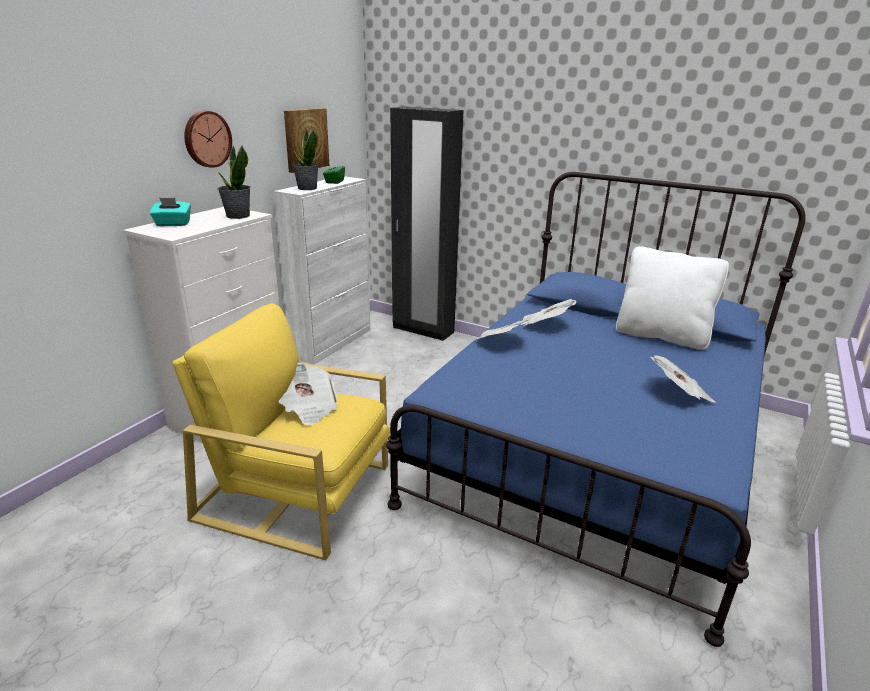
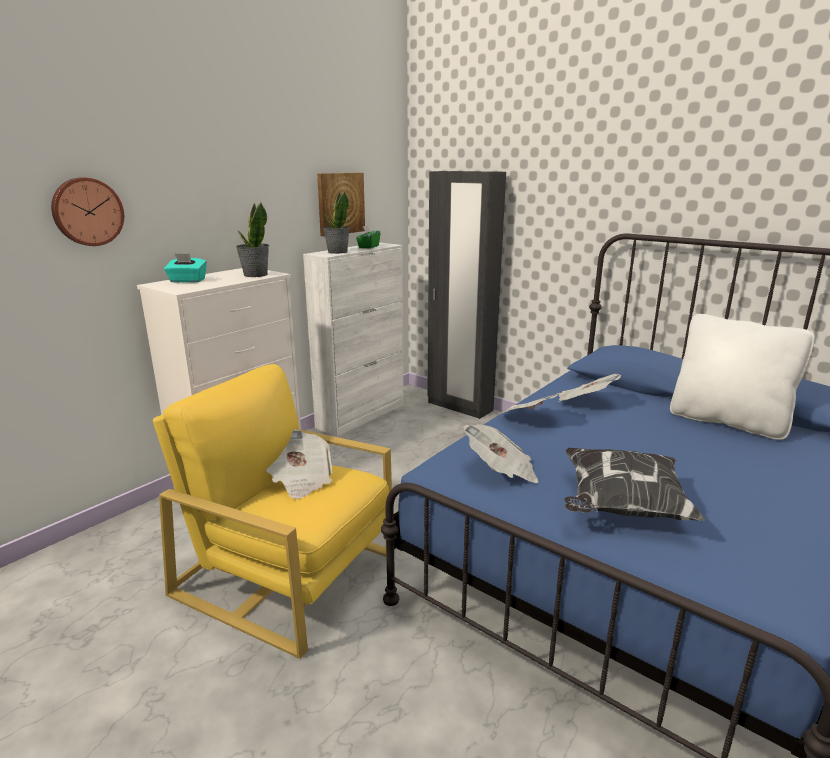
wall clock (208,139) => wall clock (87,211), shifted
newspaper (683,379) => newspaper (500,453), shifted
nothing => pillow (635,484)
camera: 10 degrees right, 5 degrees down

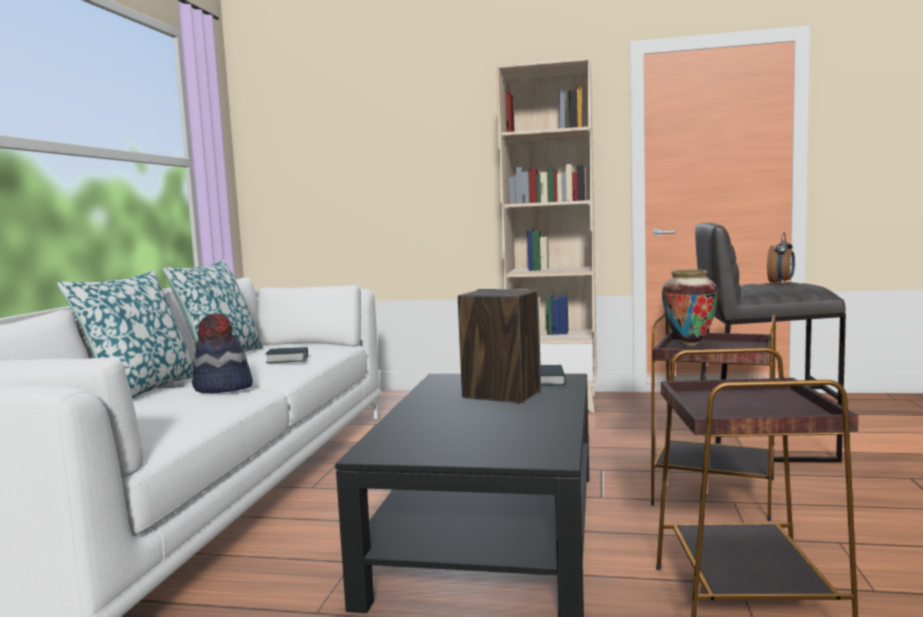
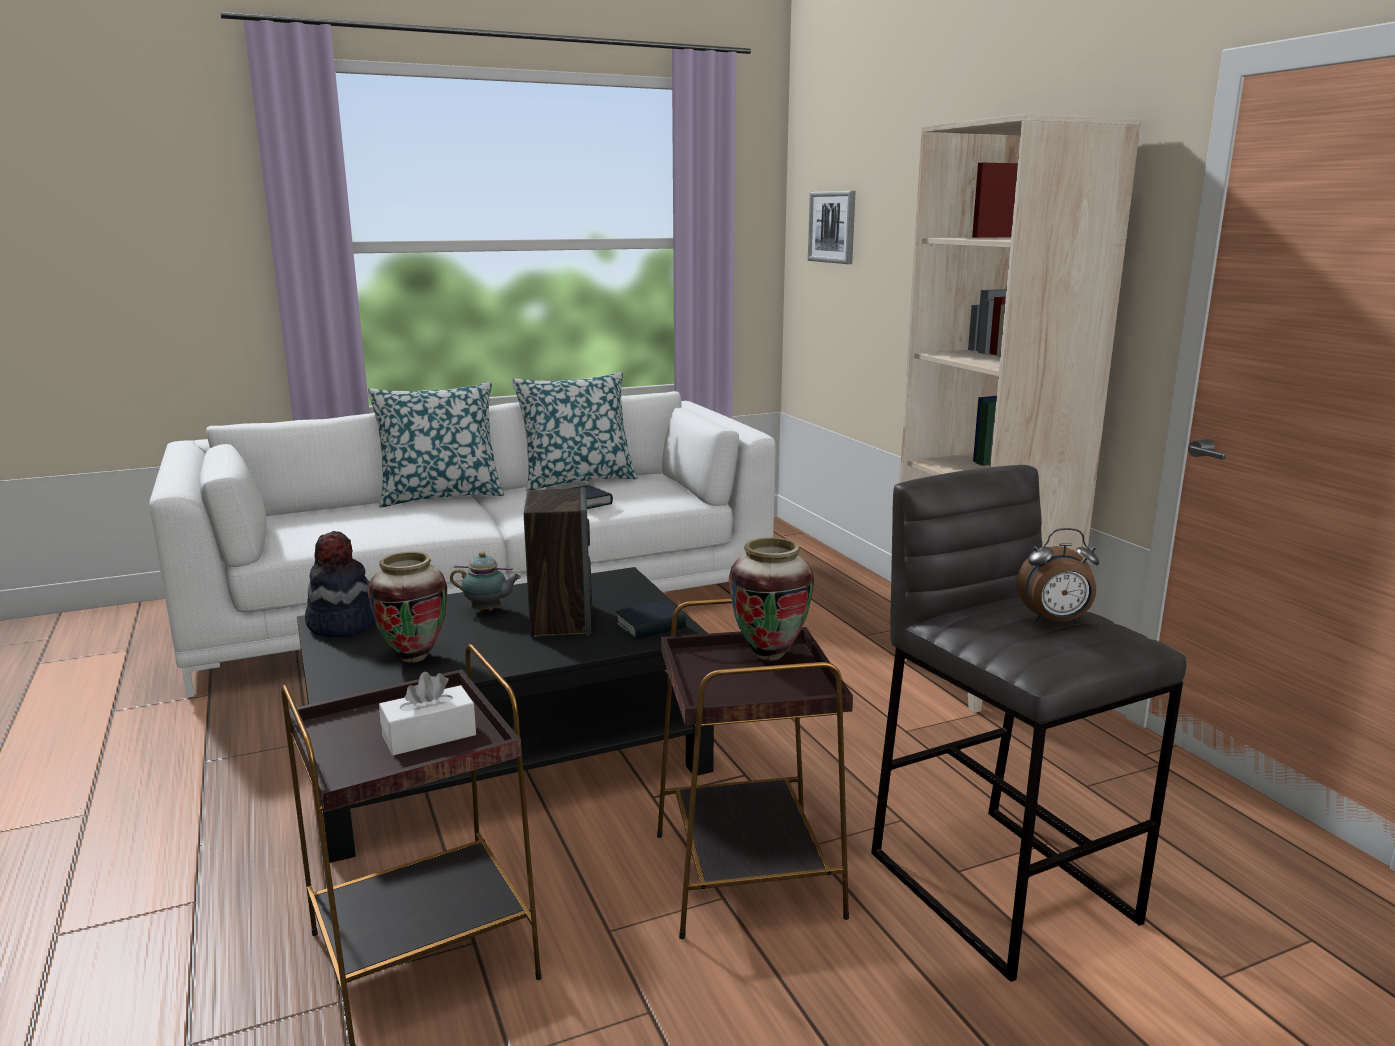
hat (222,353) => hat (340,584), shifted
nothing => picture (832,227)
nothing => vase (407,607)
nothing => teapot (485,581)
nothing => tissue box/white (427,713)
camera: 55 degrees right, 10 degrees up

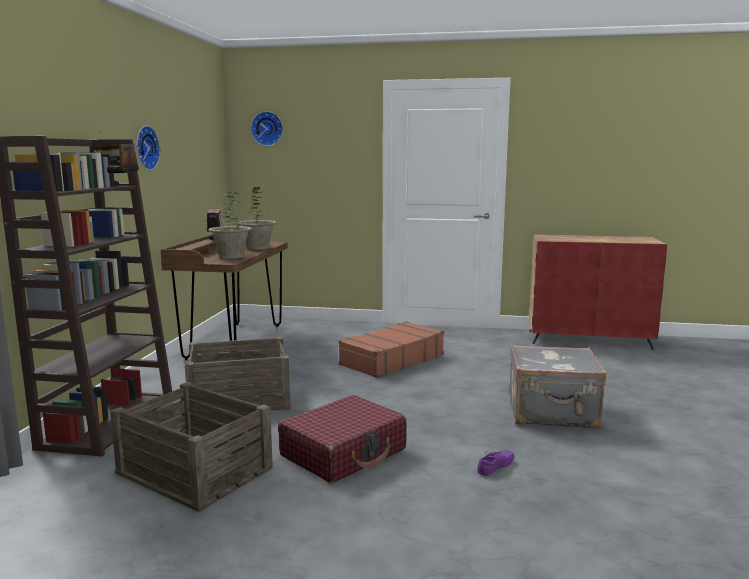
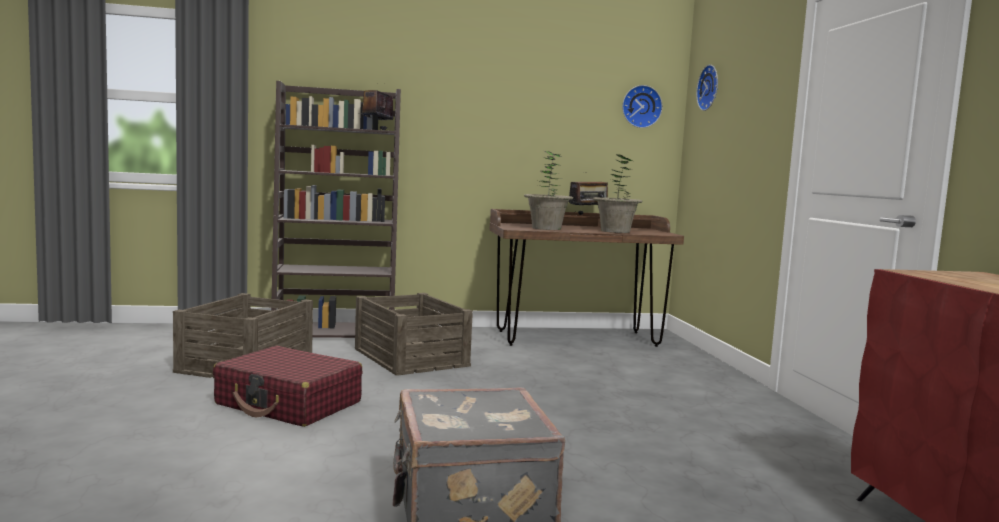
wall clock (148,148) => wall clock (642,106), shifted
suitcase/brown (391,349) => nothing
shoe/purple (496,463) => nothing
camera: 70 degrees right, 5 degrees down

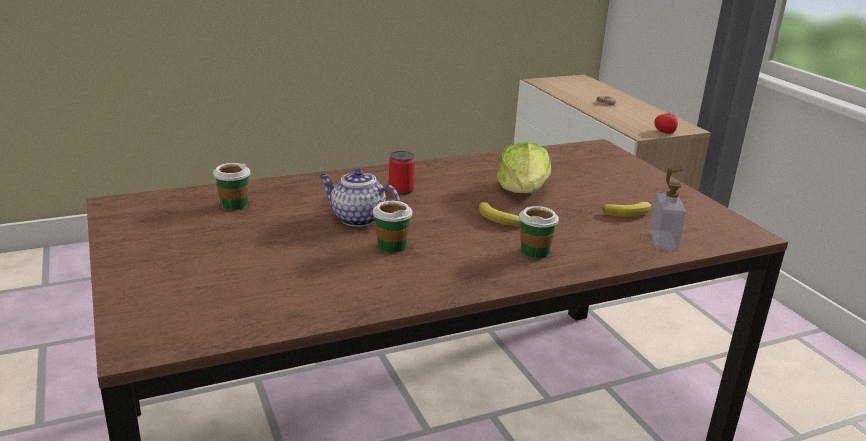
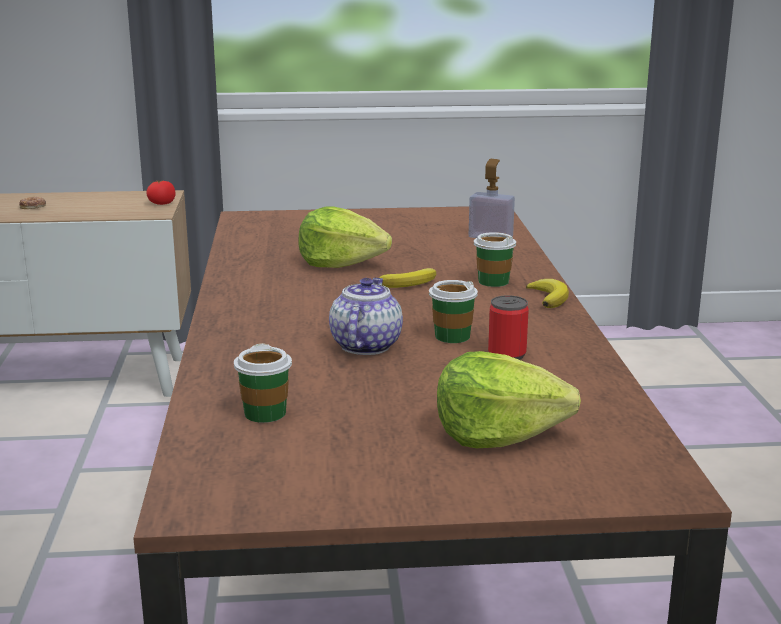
can (402,173) => can (508,327), shifted
teapot (359,198) => teapot (366,316), 150 degrees clockwise
banana (627,209) => banana (547,293), shifted
nothing => lettuce (509,399)
camera: 70 degrees left, 5 degrees down

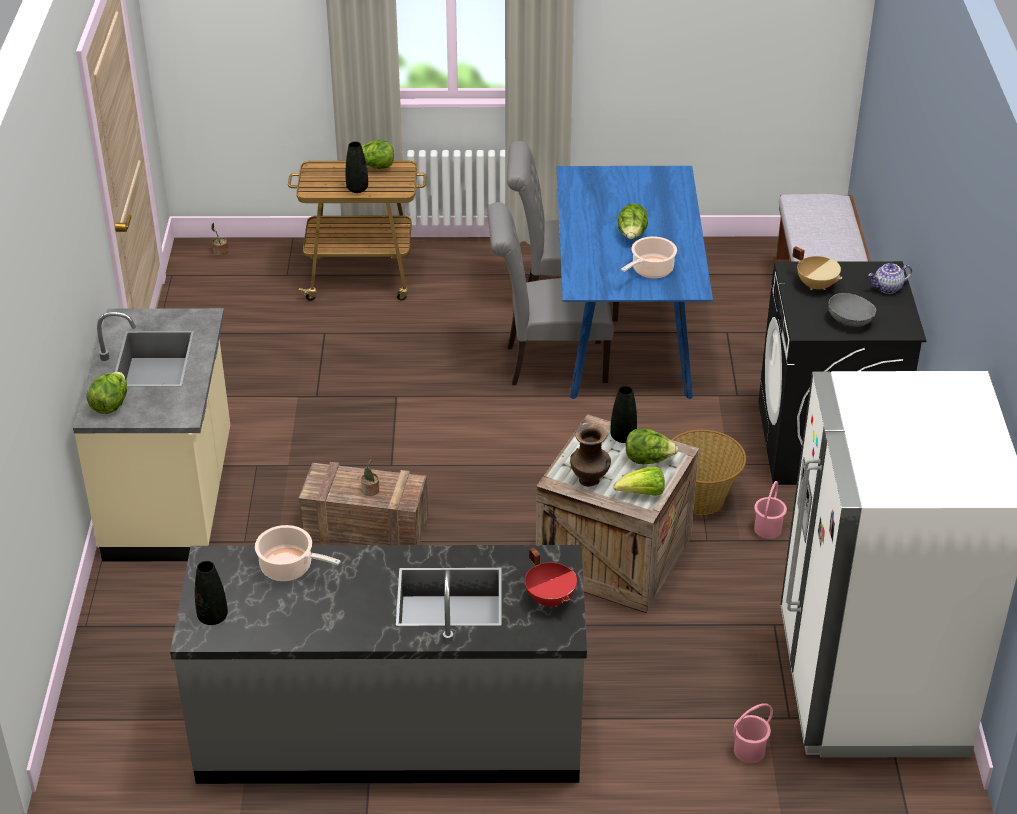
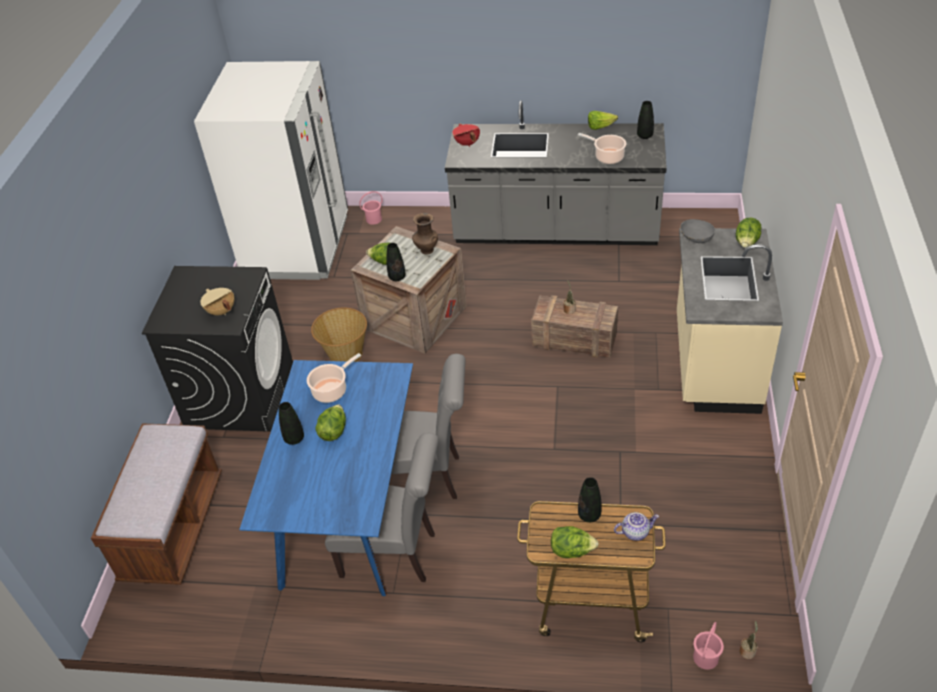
teapot (890,278) => teapot (636,526), shifted
bowl/grey (852,310) => bowl/grey (697,231), shifted
lettuce (639,481) => lettuce (603,120), shifted
bucket/pink (770,510) => bucket/pink (708,646), shifted
nothing => vase/black (291,423)
camera: 170 degrees left, 5 degrees up

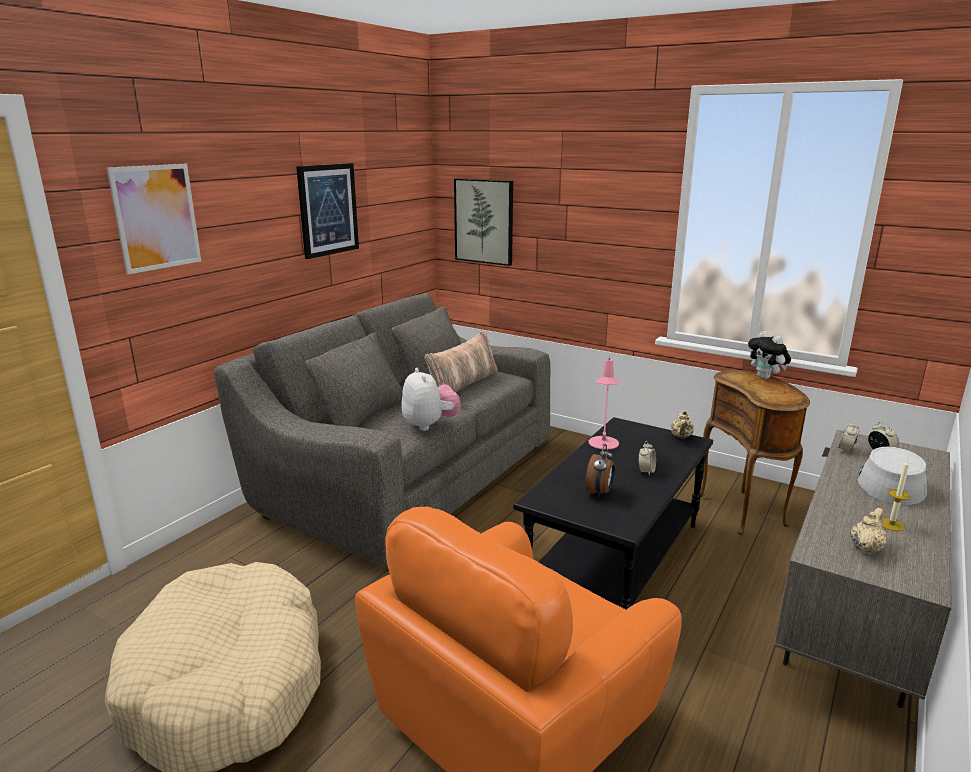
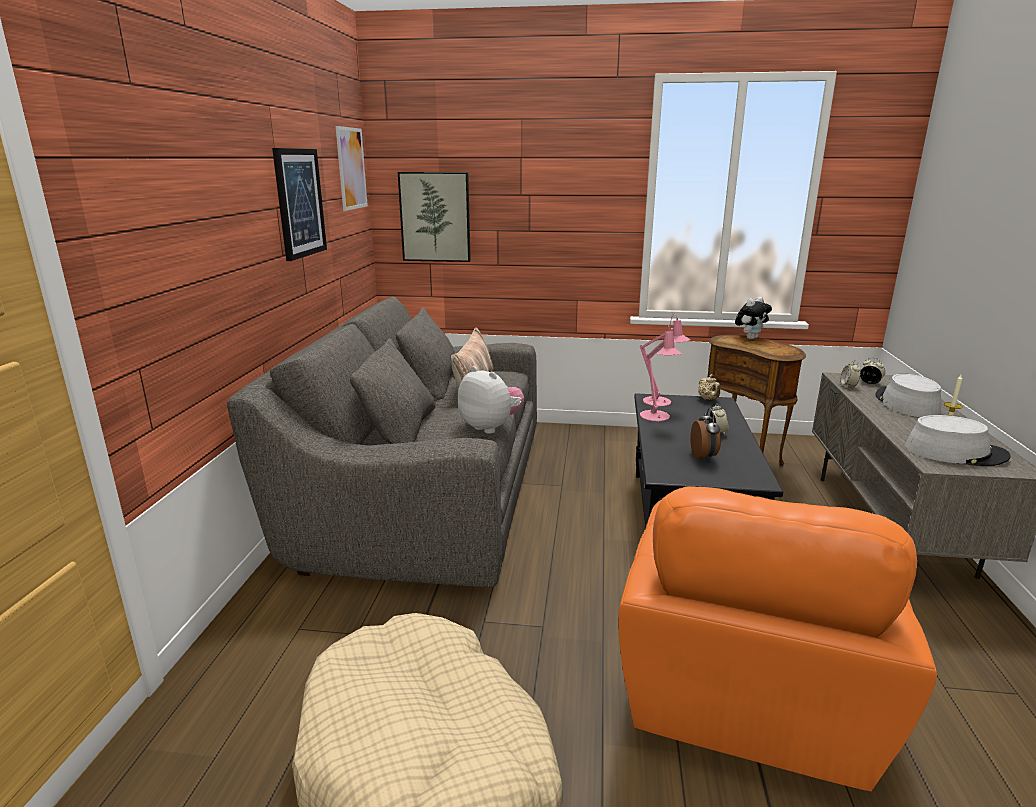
picture (154,219) => picture (352,168), shifted
plush toy (769,355) => plush toy (753,318), 75 degrees counterclockwise
teapot/beige (868,531) => hat/grey (958,440)
nothing => table lamp/pink (665,360)
camera: 25 degrees left, 0 degrees up

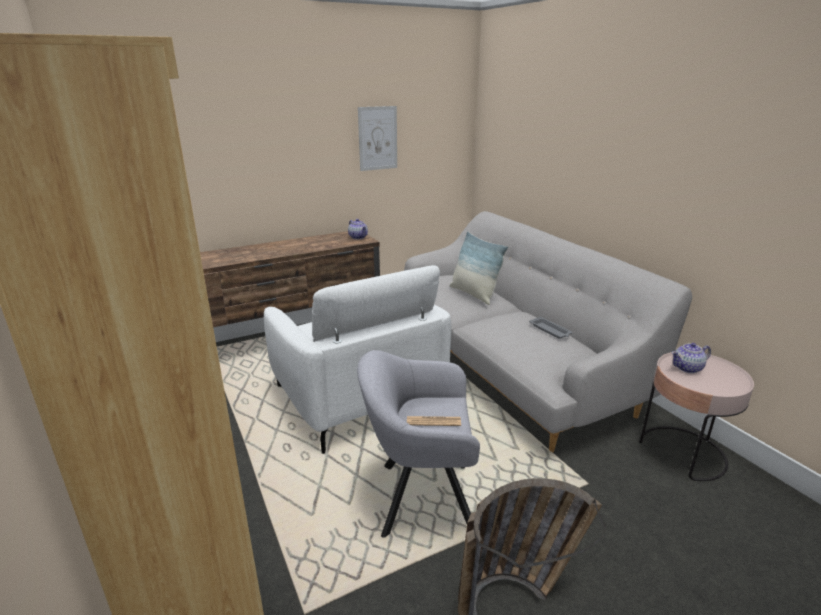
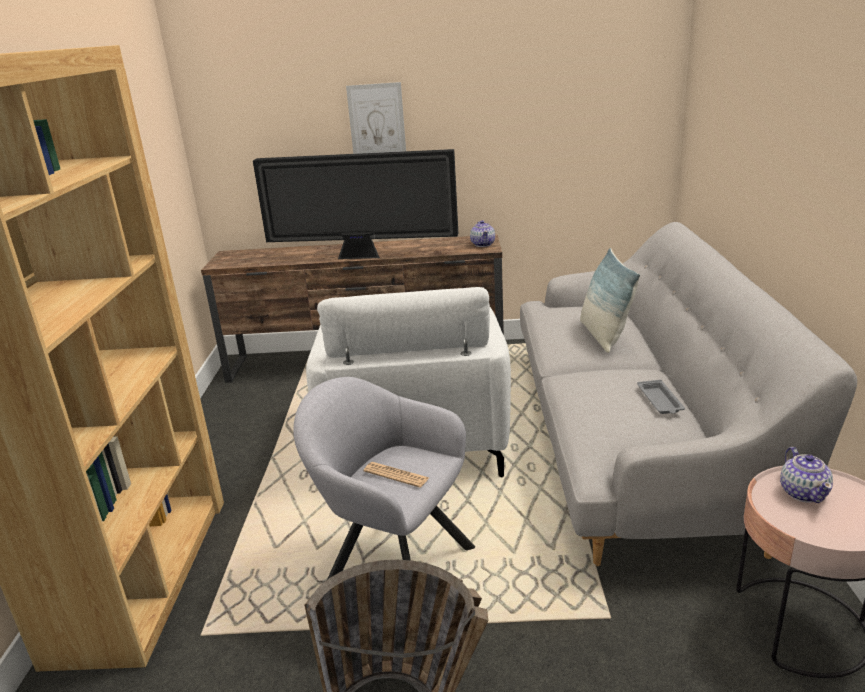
picture (377,138) => picture (376,118), shifted
teapot (691,358) => teapot (806,475), 105 degrees counterclockwise
nothing => television (355,204)
camera: 30 degrees right, 0 degrees up

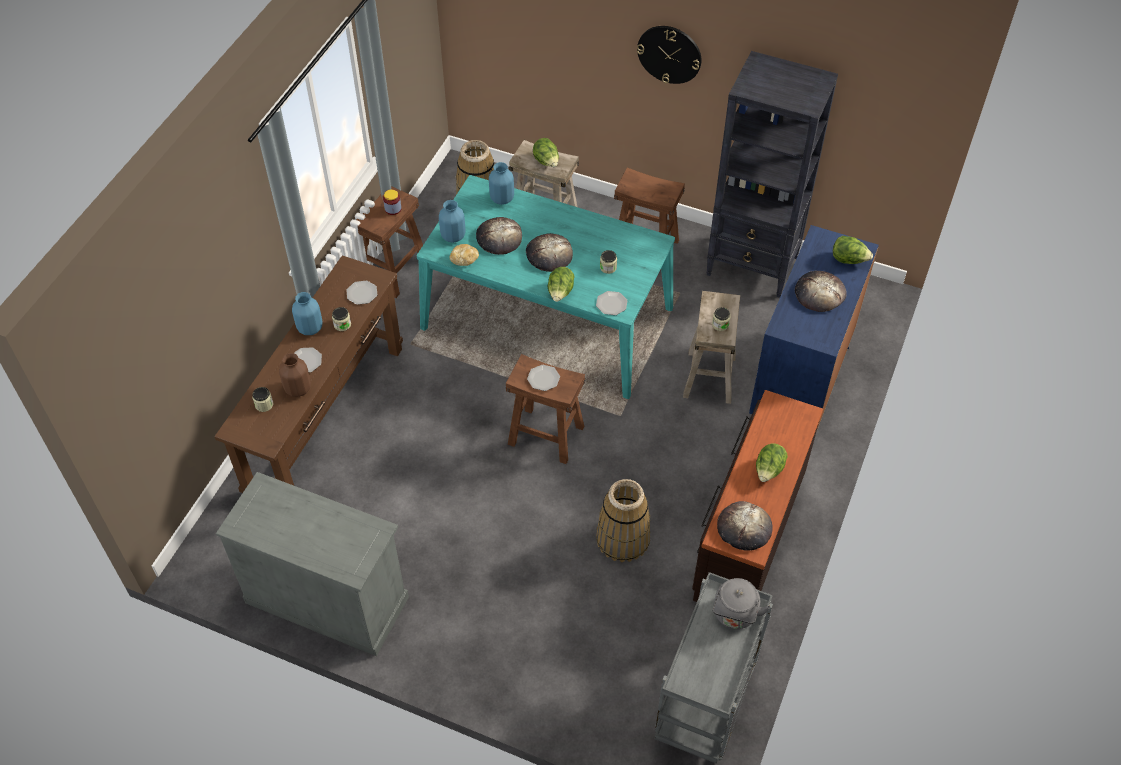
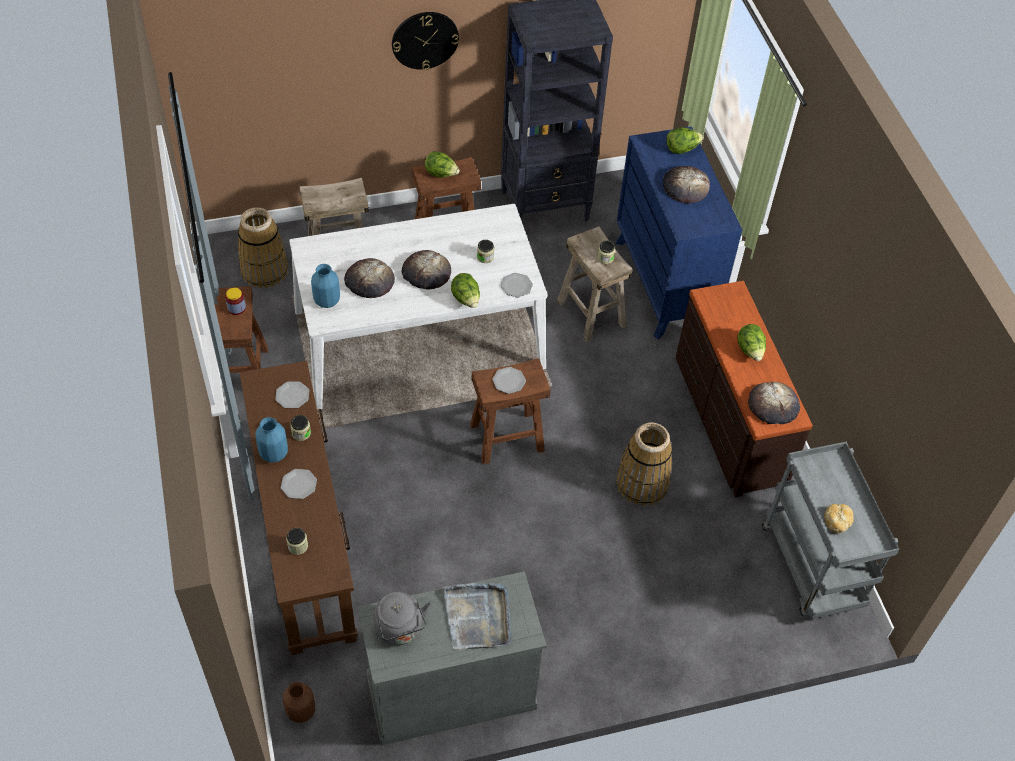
lettuce (546,152) => lettuce (442,164), shifted
vase/blue (501,183) => nothing
dining table/turquoise (546,287) => dining table/white (418,307)
bread (464,255) => bread (839,518), shifted
vase/brown (295,375) => vase/brown (299,702), shifted
kettle/grey (741,603) => kettle/grey (402,618), shifted
nothing => tray/grey (477,616)
camera: 40 degrees left, 0 degrees up

